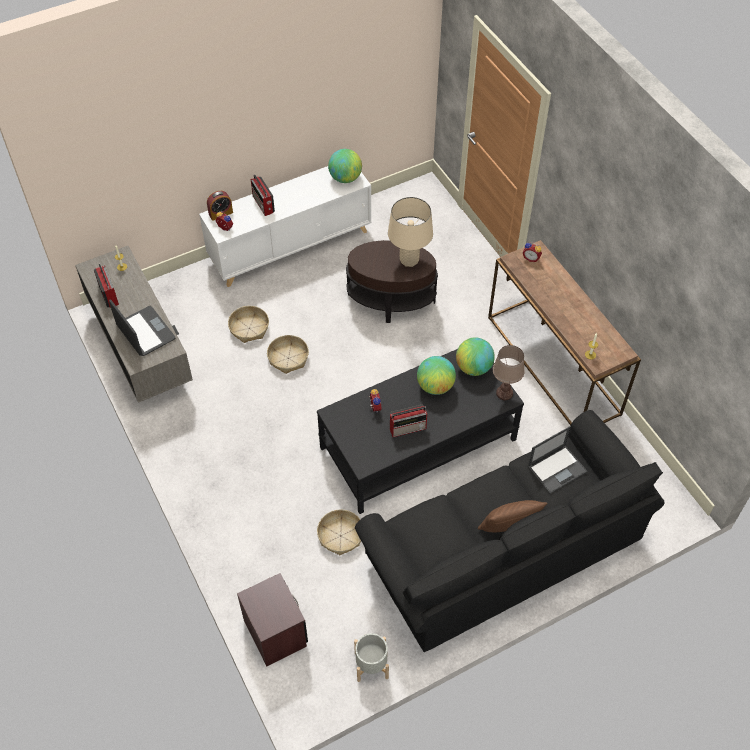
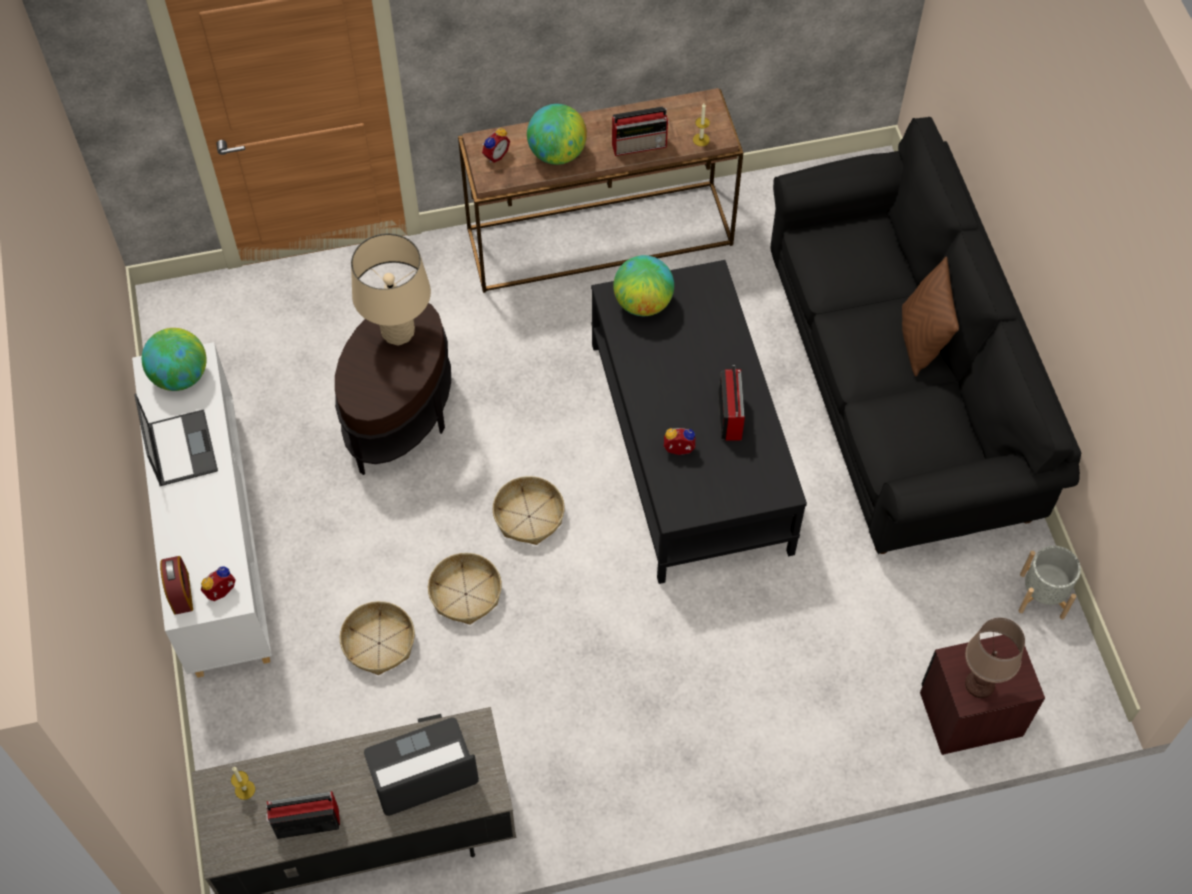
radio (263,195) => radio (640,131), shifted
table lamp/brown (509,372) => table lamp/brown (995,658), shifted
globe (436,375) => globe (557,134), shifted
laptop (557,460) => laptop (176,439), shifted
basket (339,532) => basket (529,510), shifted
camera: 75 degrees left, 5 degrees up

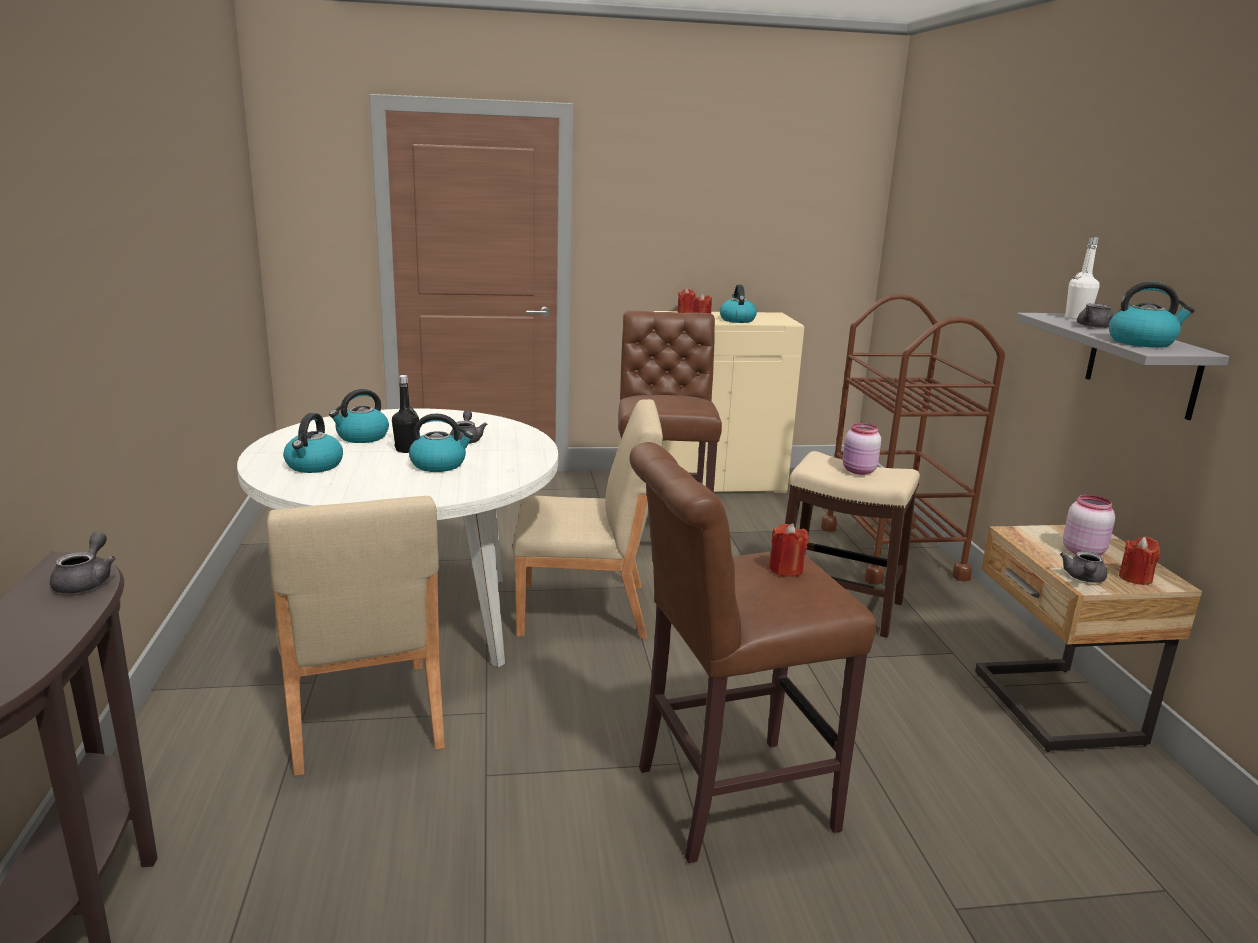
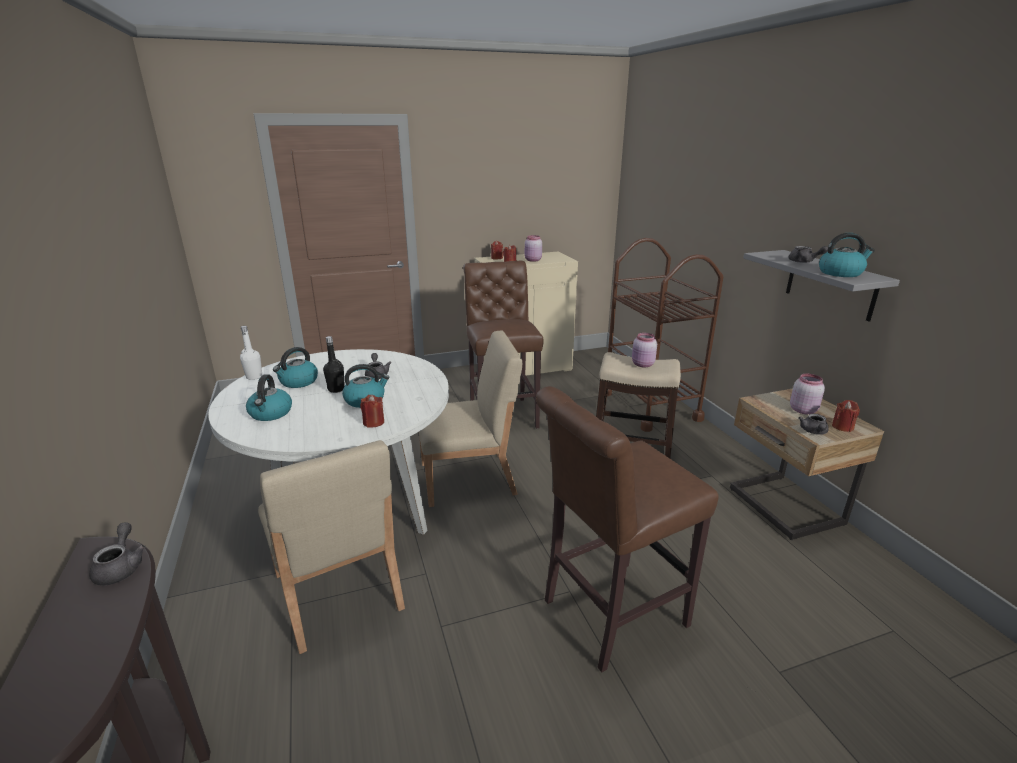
bottle/white (1082,278) => bottle/white (251,353), shifted
kettle (738,304) => jar/pink (533,248)
candle/red (789,550) => candle/red (372,411), shifted
camera: 10 degrees left, 5 degrees up

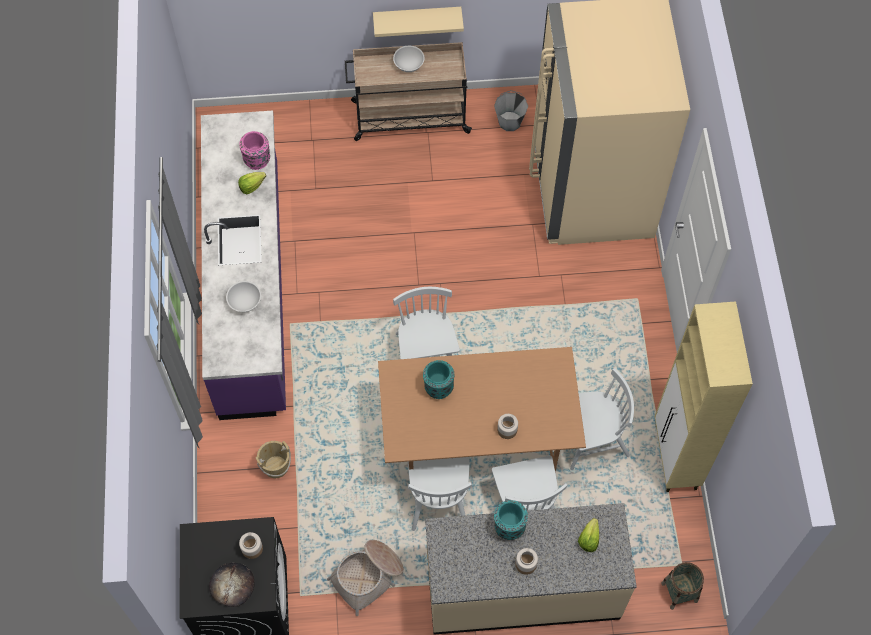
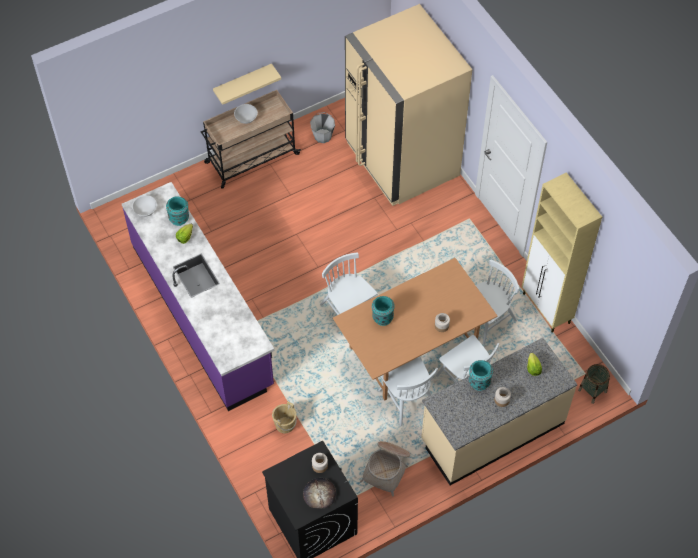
vase/pink (254,150) => vase/turquoise (177,211)
bowl/white (243,296) => bowl/white (144,206), shifted
camera: 25 degrees left, 5 degrees down

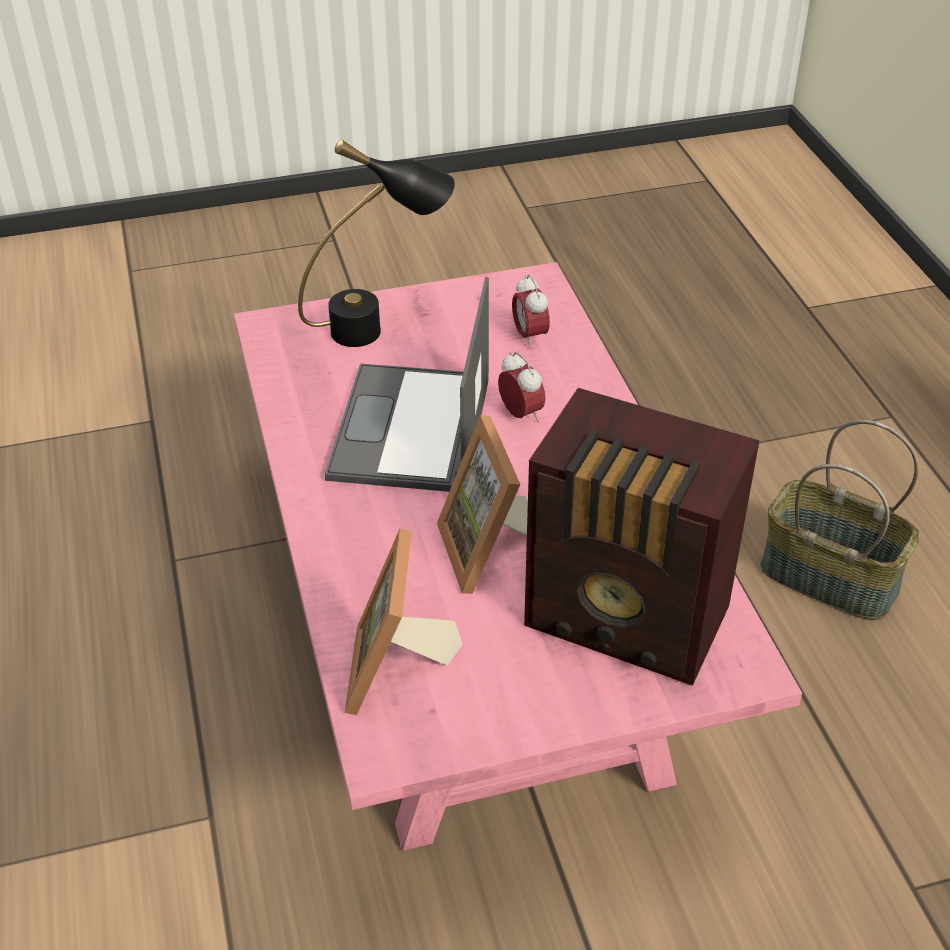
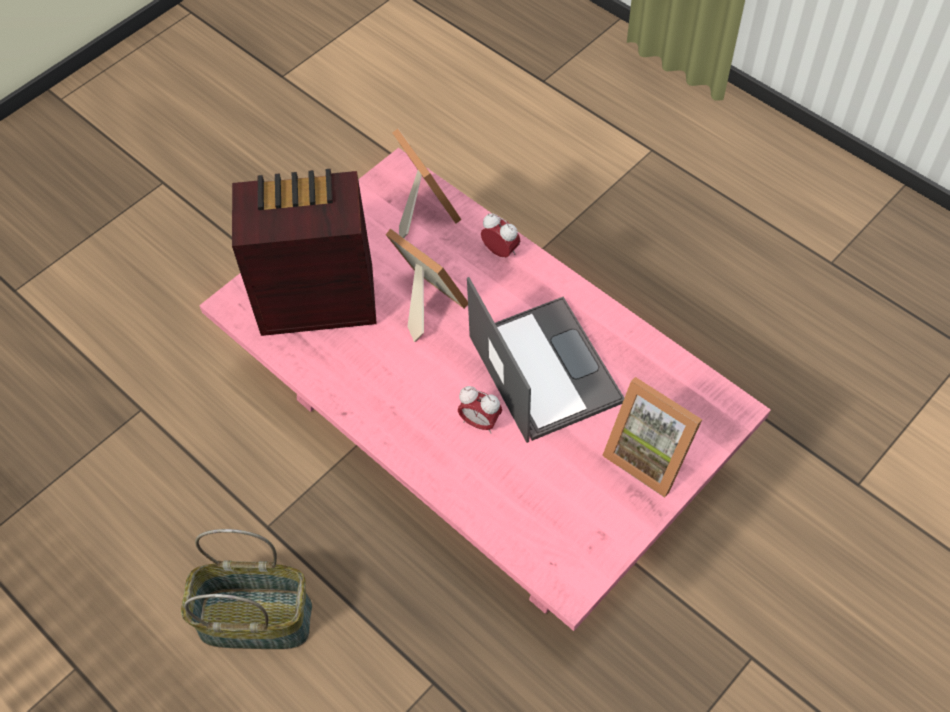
table lamp/black (376,243) => picture frame (652,437)
alarm clock (531,311) => alarm clock (500,235), shifted
camera: 150 degrees right, 15 degrees up

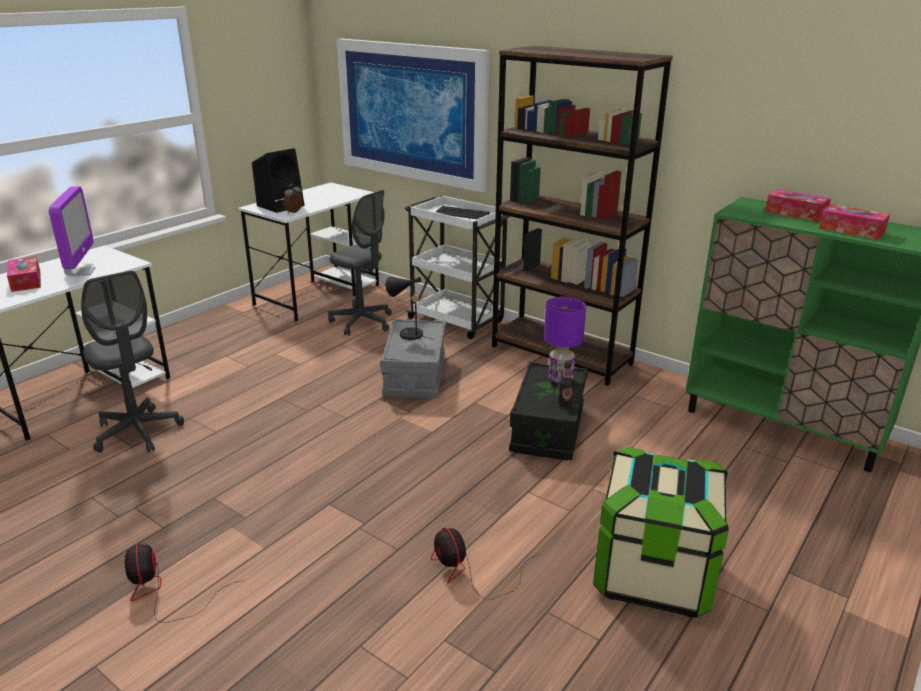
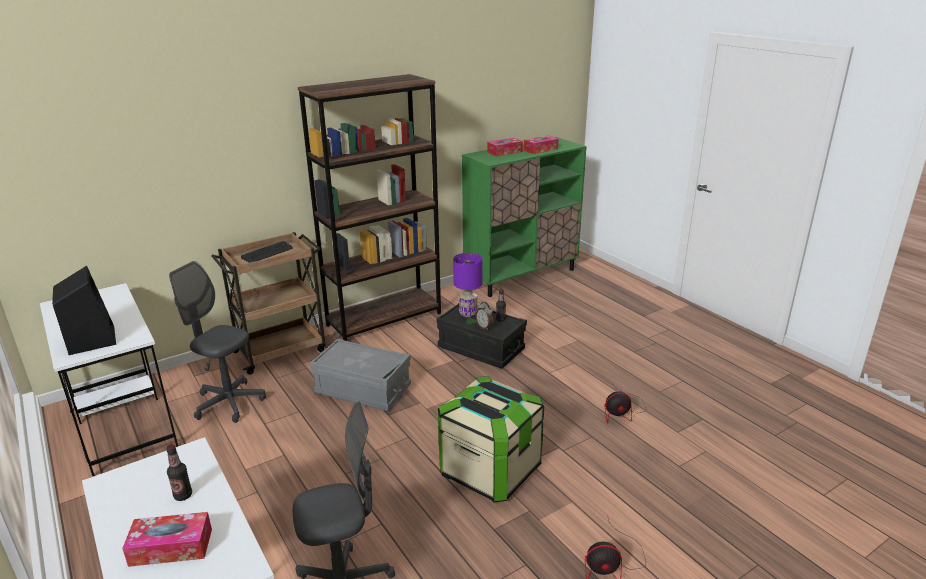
picture (413,115) => nothing
alarm clock (293,199) => alarm clock (484,316), shifted
monitor (72,231) => bottle (179,472)
office chair/grey (360,263) => office chair/grey (217,342), 120 degrees counterclockwise
cart/white (458,267) => cart/brown (268,303)
table lamp/black (409,308) => nothing
storage box (661,532) => storage box (491,439), shifted
camera: 70 degrees left, 0 degrees up

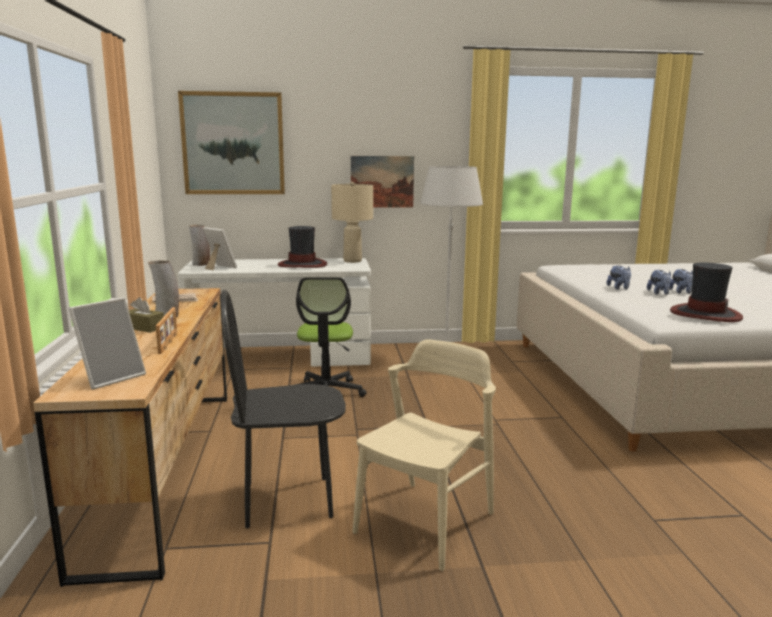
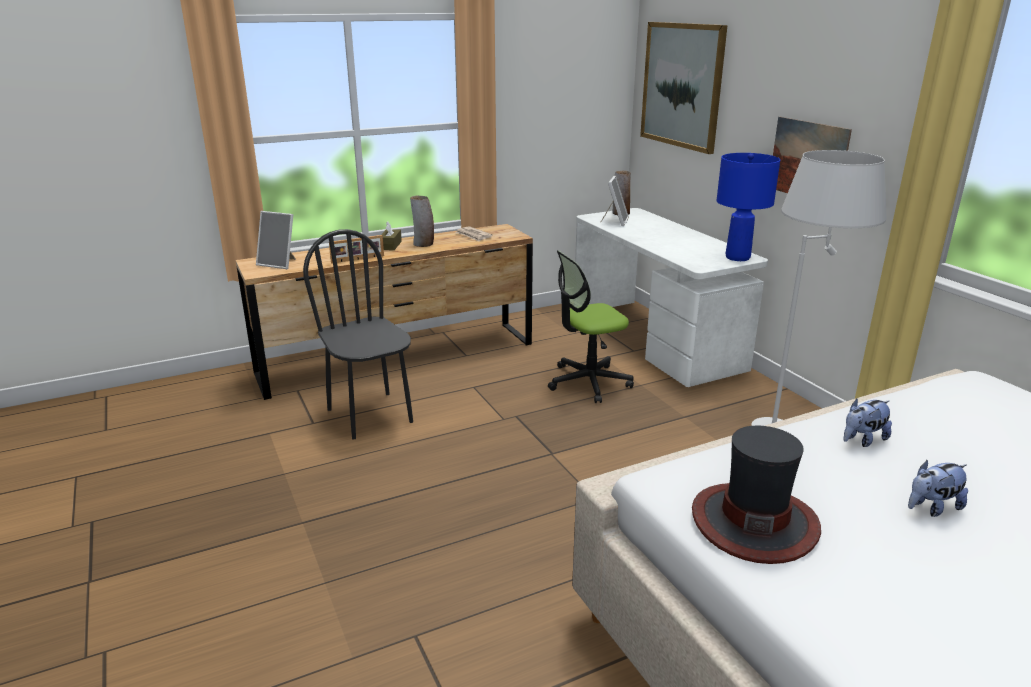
table lamp/beige (352,222) => table lamp/blue (748,207)
hat (302,247) => nothing
plush toy (659,282) => nothing
chair/beige (424,455) => nothing
camera: 70 degrees right, 10 degrees up

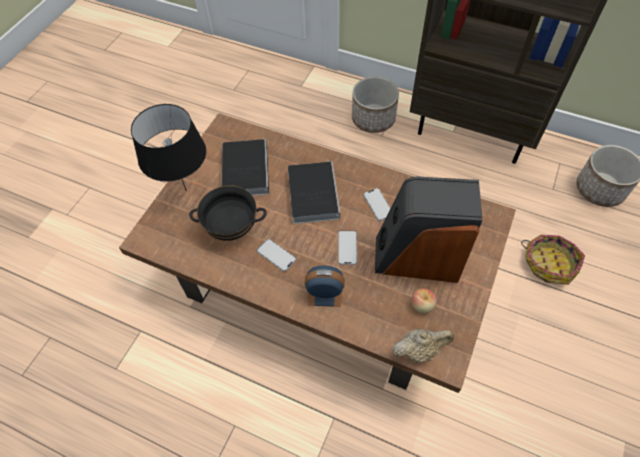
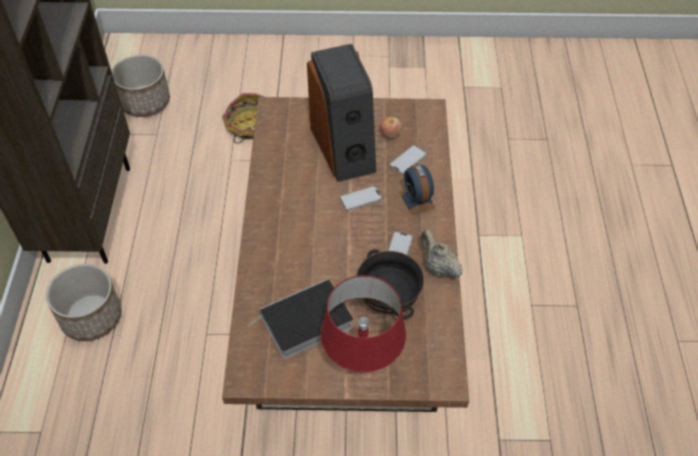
table lamp/black (168,148) => table lamp/red (363,323)
book (314,192) => nothing
phone (376,204) => phone (408,159), shifted
teapot/beige (423,346) => teapot/beige (442,253), shifted
camera: 115 degrees left, 5 degrees down

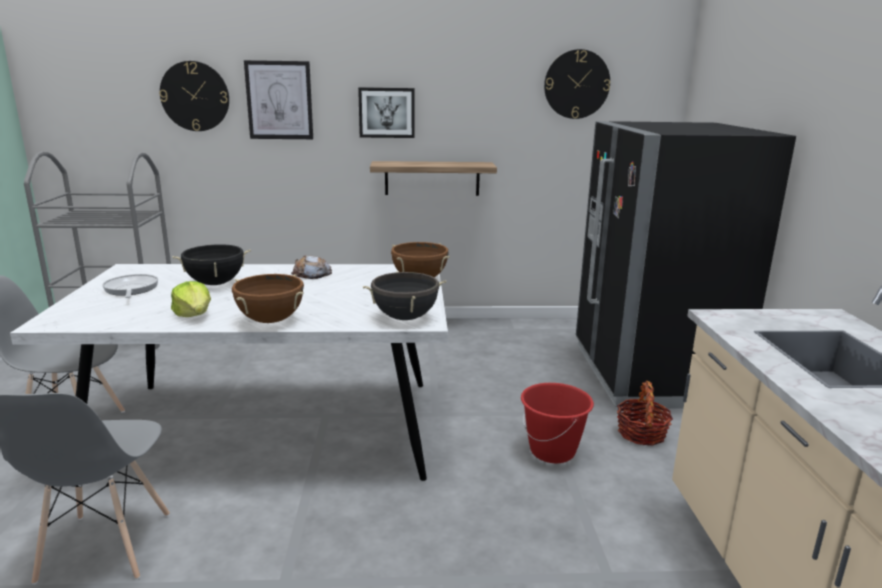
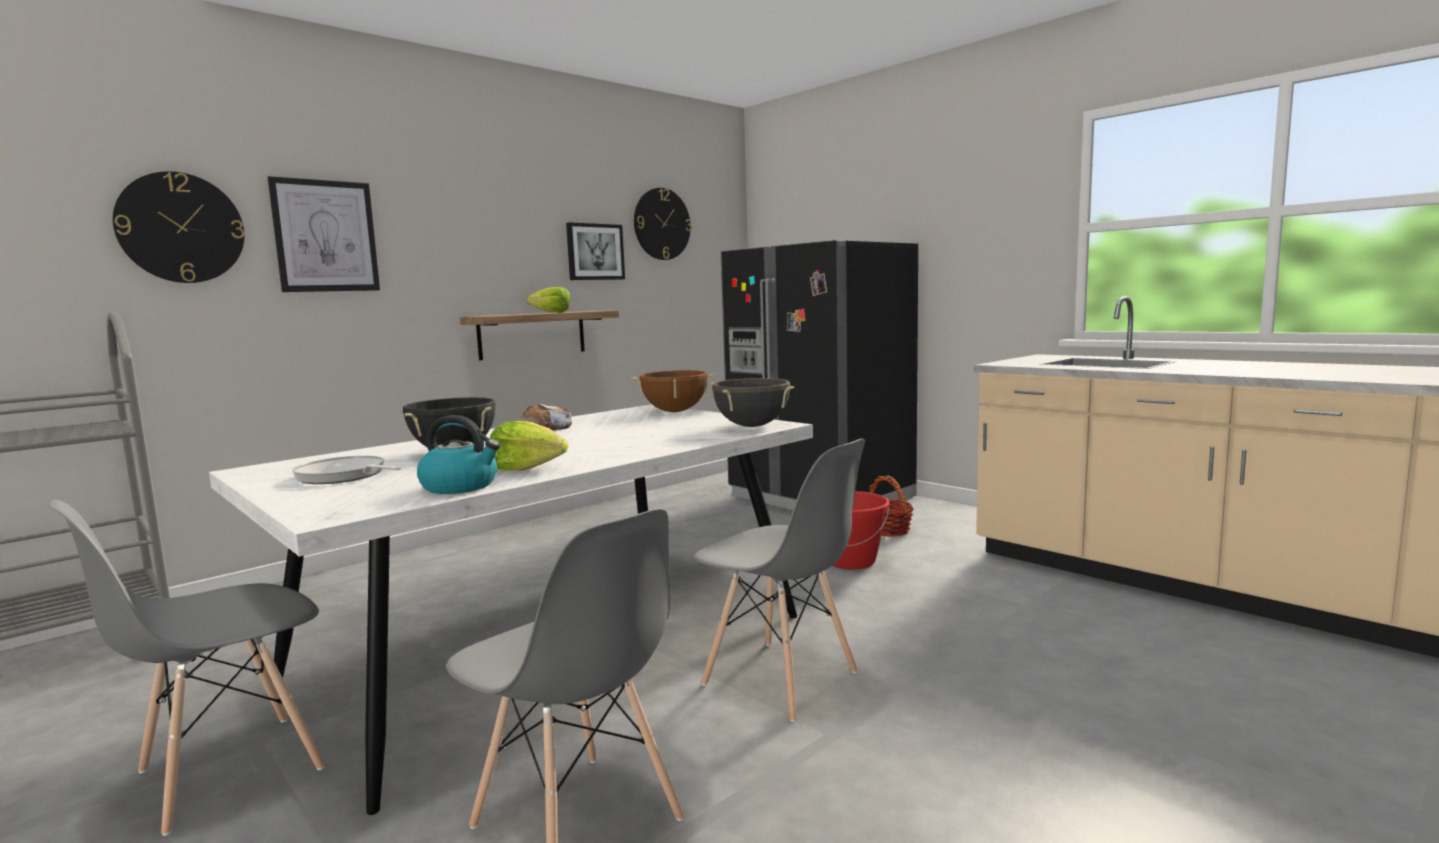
picture (386,112) => picture (595,251), shifted
cooking pot/brown (268,298) => nothing
nothing => lettuce (549,299)
nothing => kettle (458,454)
nothing => chair/grey (779,580)
camera: 40 degrees left, 10 degrees down

